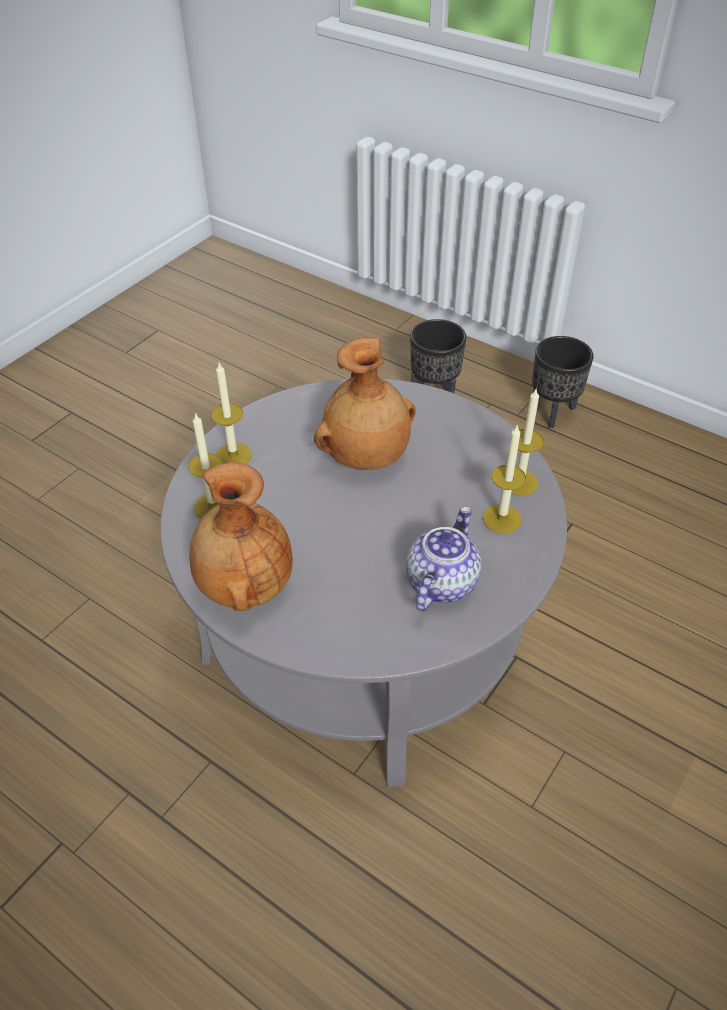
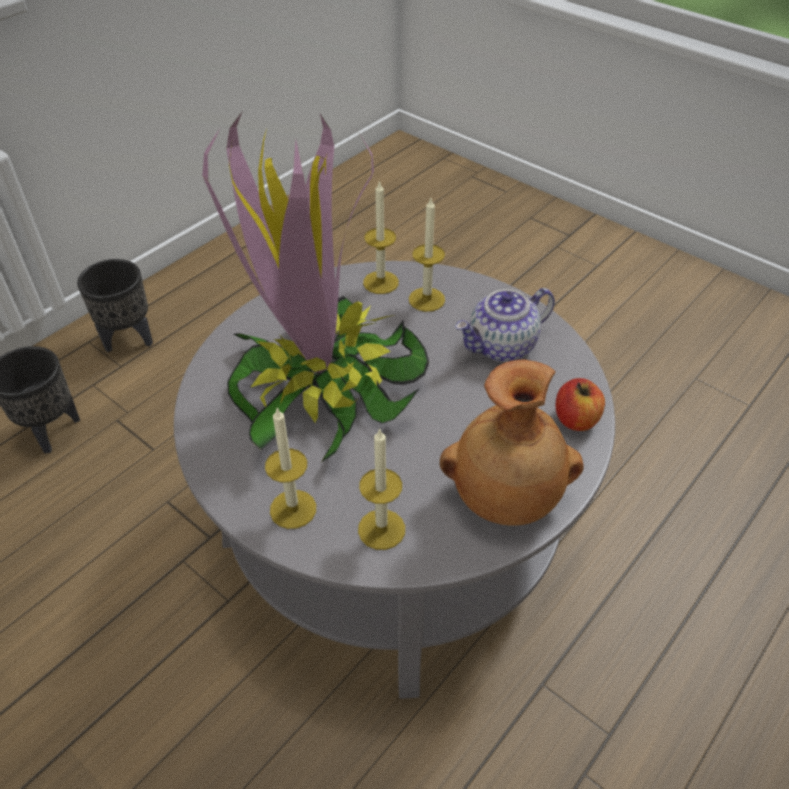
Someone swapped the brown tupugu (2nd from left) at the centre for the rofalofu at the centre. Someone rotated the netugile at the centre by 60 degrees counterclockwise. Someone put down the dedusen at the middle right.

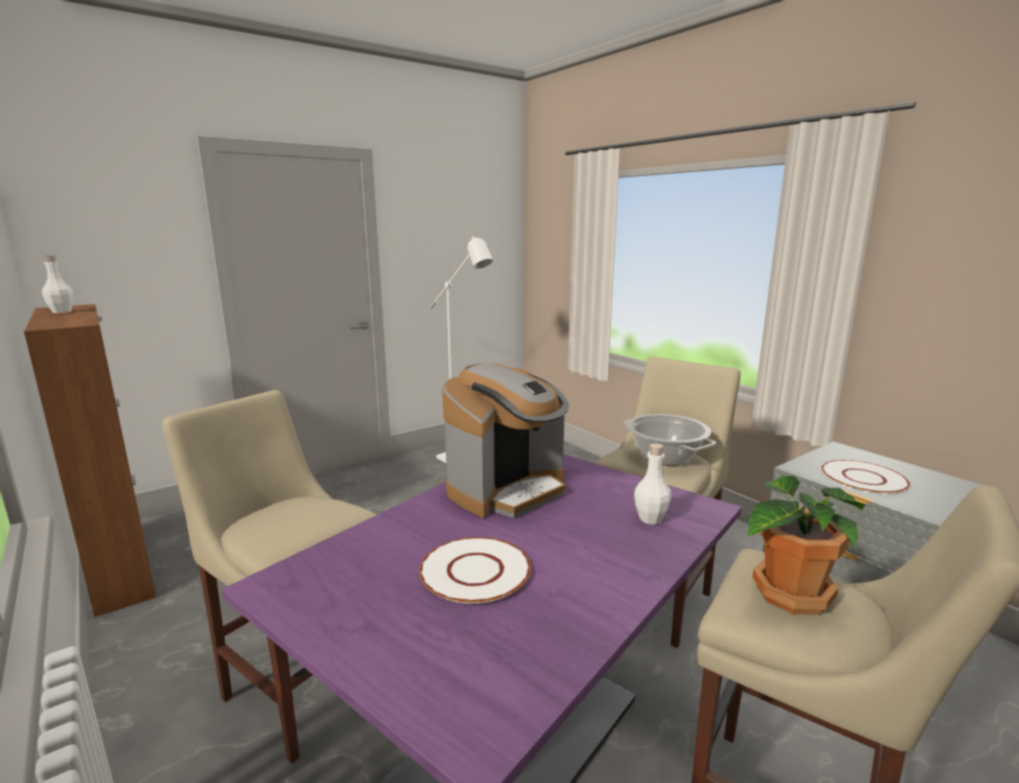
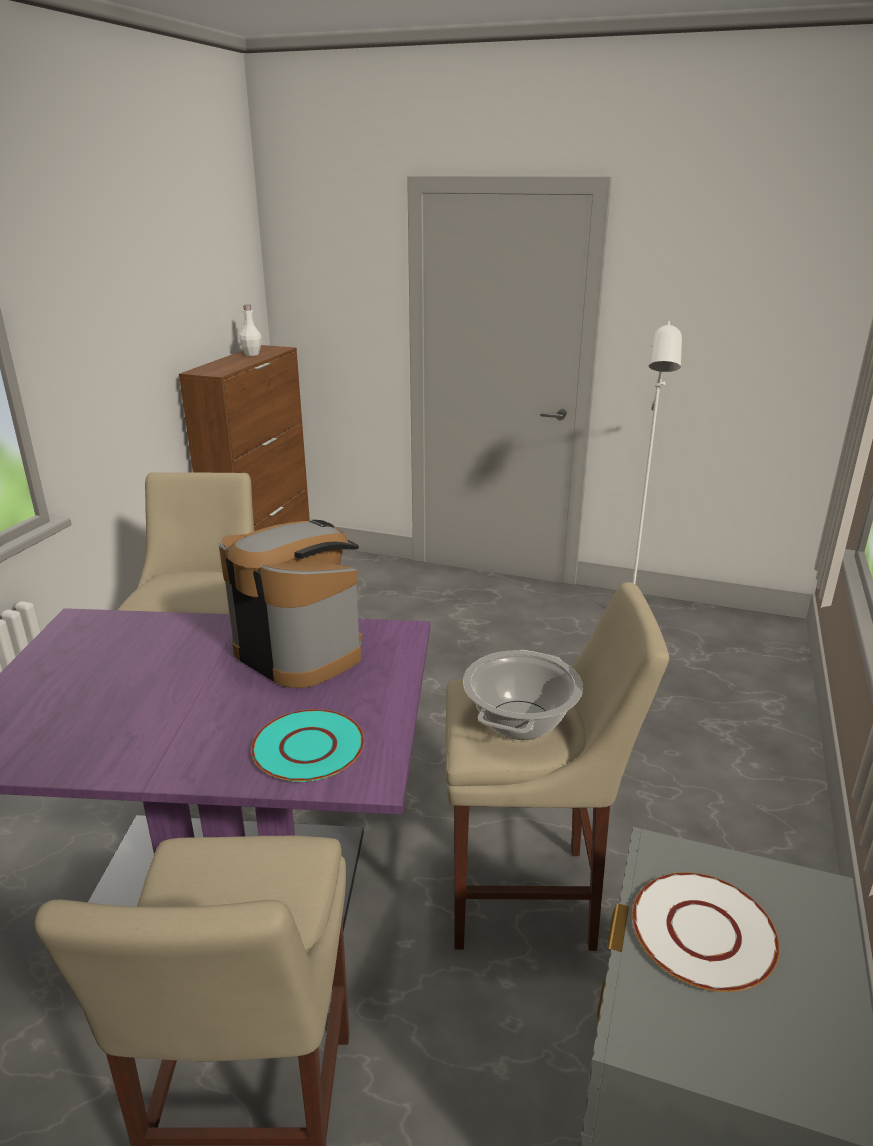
Someone rotated the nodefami at the centre by 150 degrees counterclockwise. Someone swapped the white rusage (2nd from left) at the centre for the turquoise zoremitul at the centre. Someone took away the rofalofu at the bottom right. Someone took away the white zoremitul (1st from left) at the bottom centre.

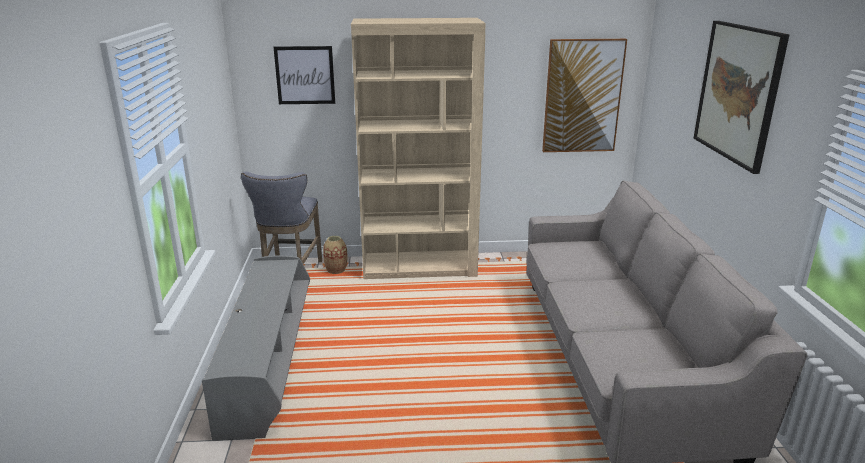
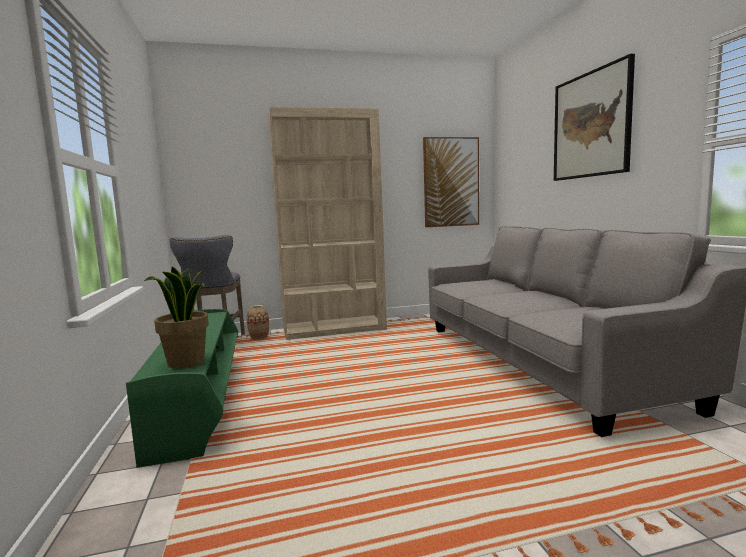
Someone took away the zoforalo (1st from left) at the top centre. Someone repainted the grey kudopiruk at the bottom left, which became the green kudopiruk at the bottom left. Someone put down the rofalofu at the middle left.

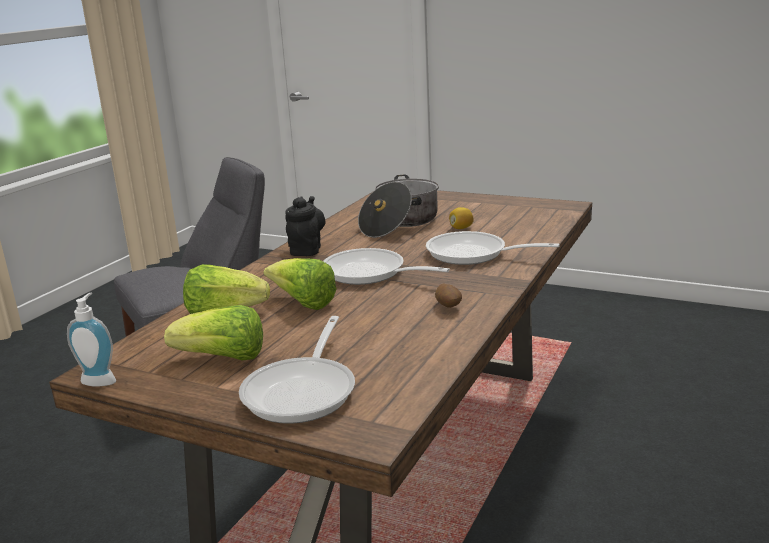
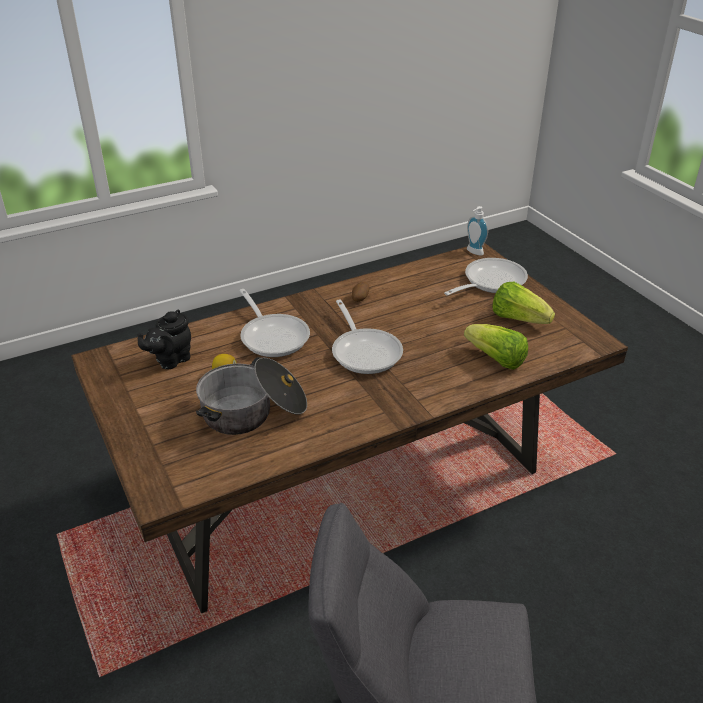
Someone carried the black netugile from the centre to the middle left. Someone took away the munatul (3rd from left) at the centre. Someone carried the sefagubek from the middle left to the top right.

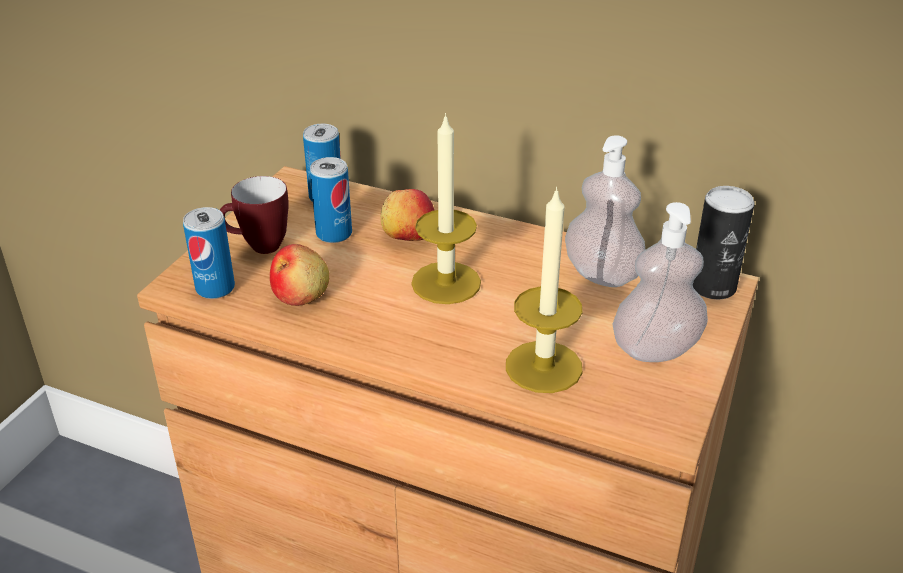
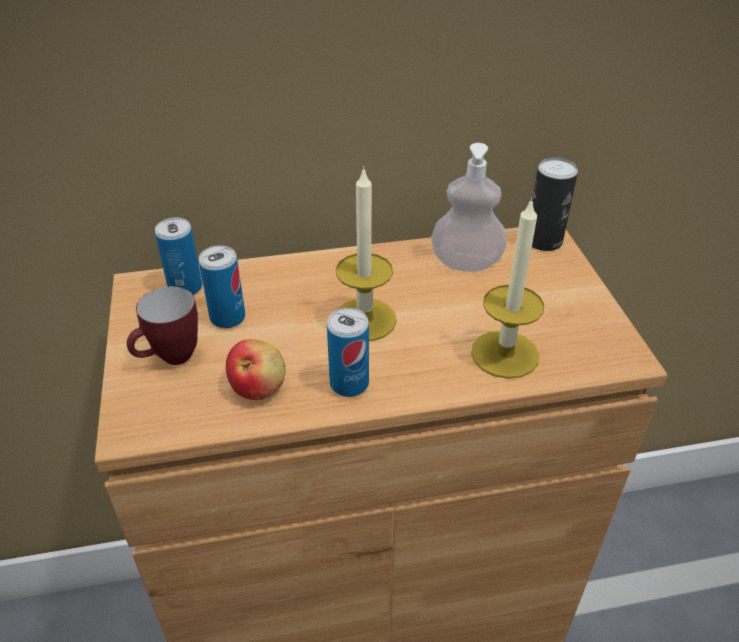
Someone took away the dedusen (2nd from left) at the centre. Someone took away the sefagubek (2nd from left) at the middle right. Someone carried the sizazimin (1st from left in the first image) from the middle left to the centre.

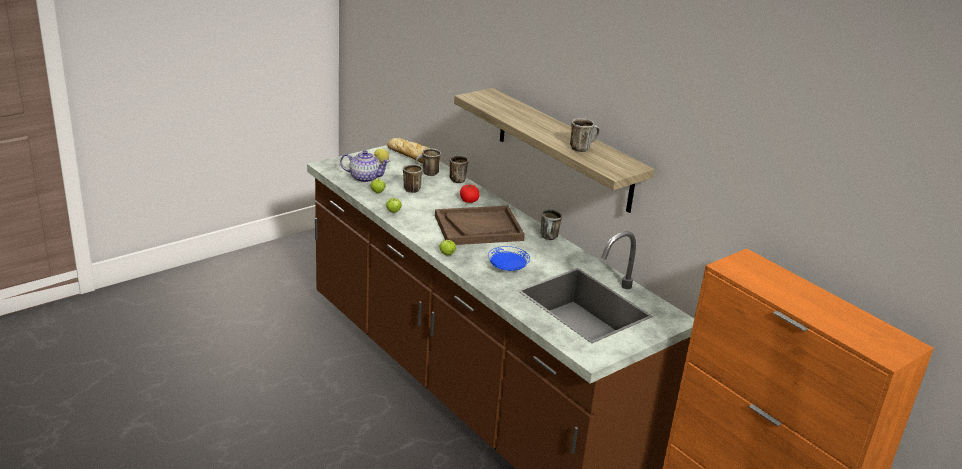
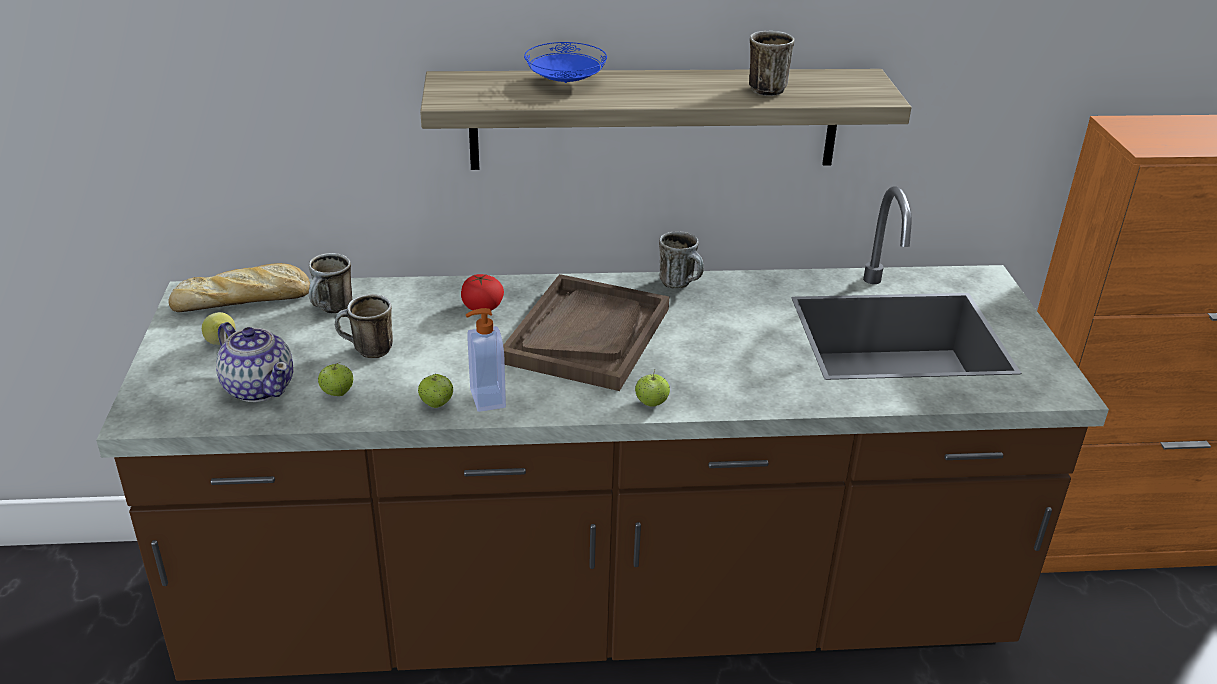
Someone rotated the netugile at the centre by 90 degrees clockwise. Someone took away the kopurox (3rd from left) at the centre. Someone carried the blue zoremitul from the centre to the top centre. Someone put down the sefagubek at the centre.

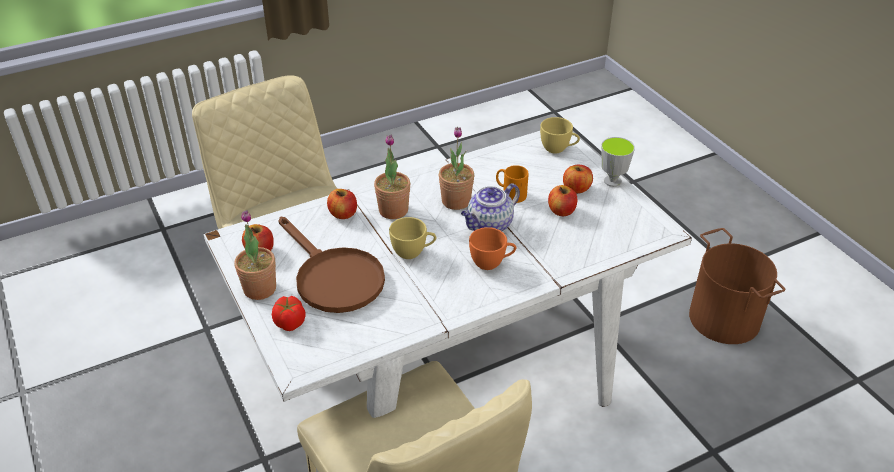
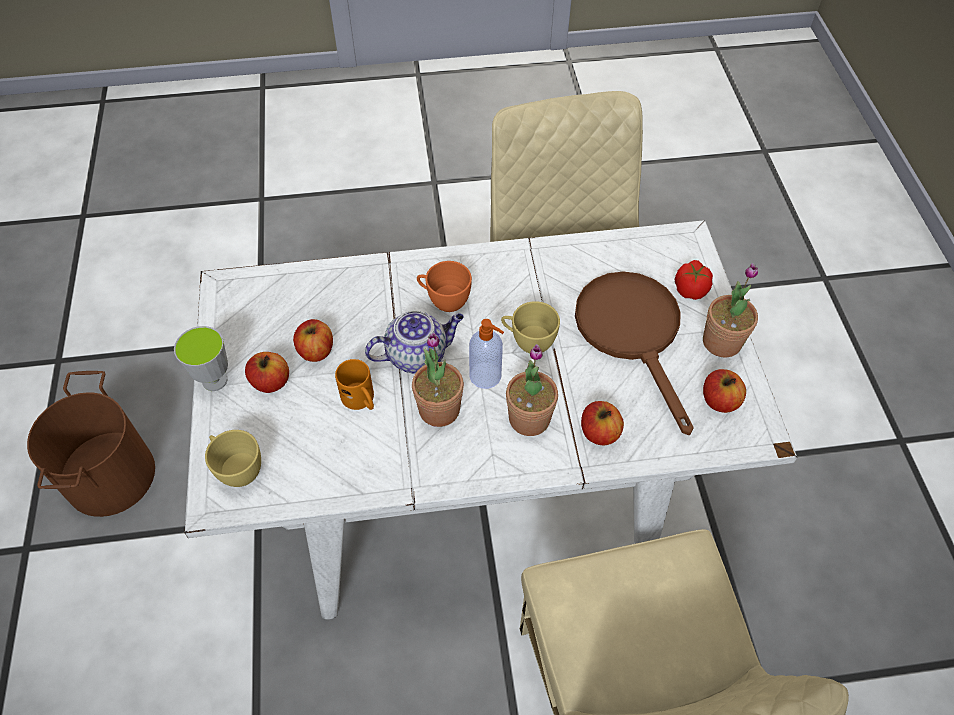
Someone put down the sefagubek at the centre.

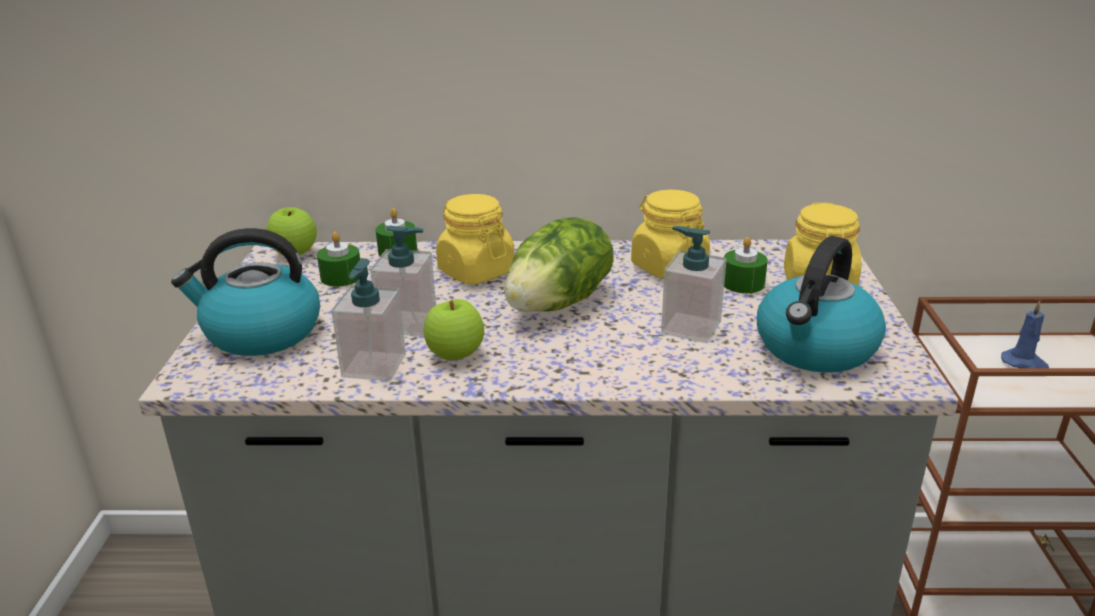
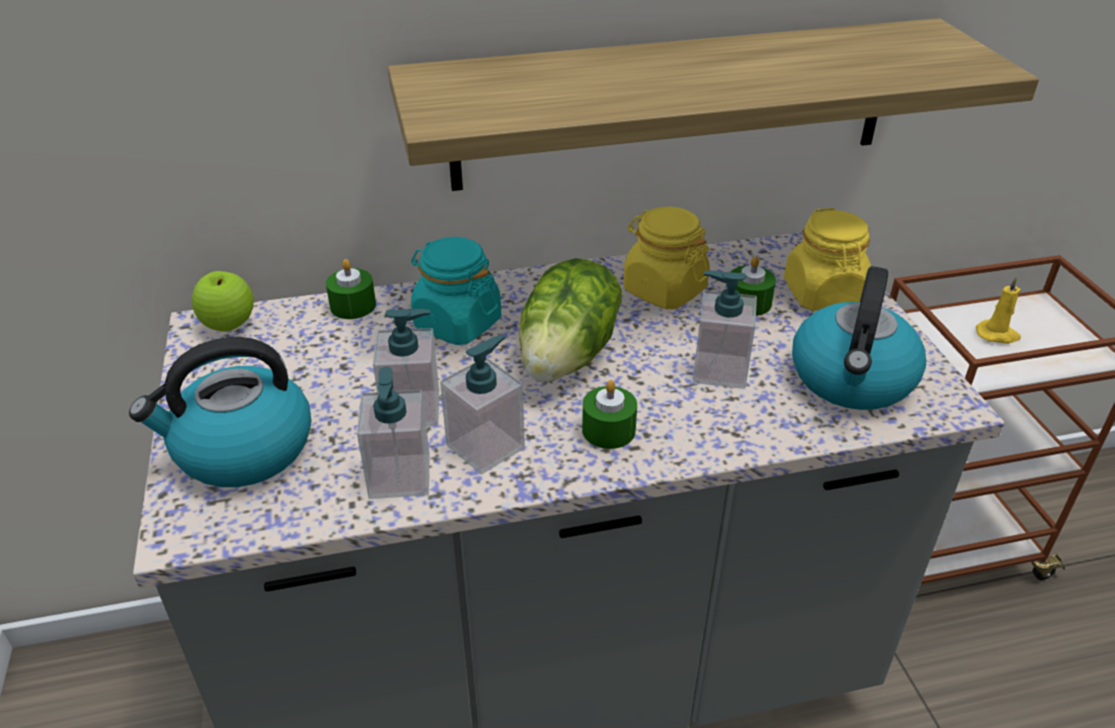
Someone repainted the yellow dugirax (1st from left) at the centre, which became the turquoise dugirax at the centre. Someone carried the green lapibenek (1st from left in the first image) from the middle left to the centre. Someone swapped the dedusen (2nd from left) at the centre for the sefagubek (3rd from left) at the centre. Someone repainted the blue lapibenek at the middle right, which became the yellow lapibenek at the middle right. Someone put up the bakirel at the top centre.

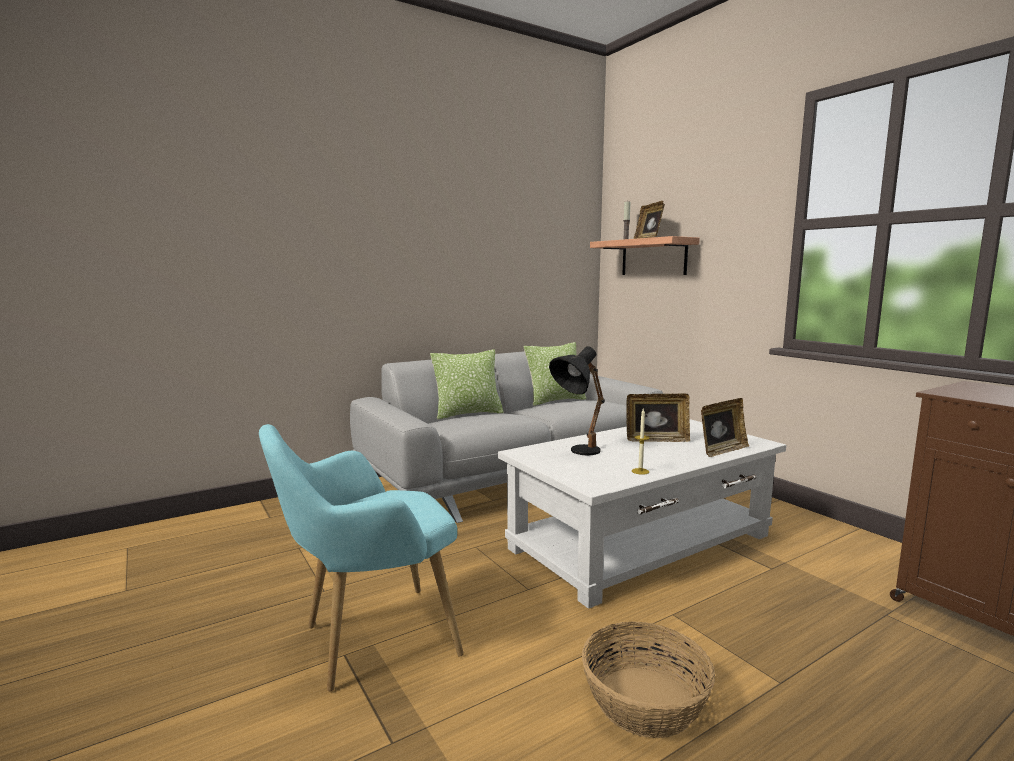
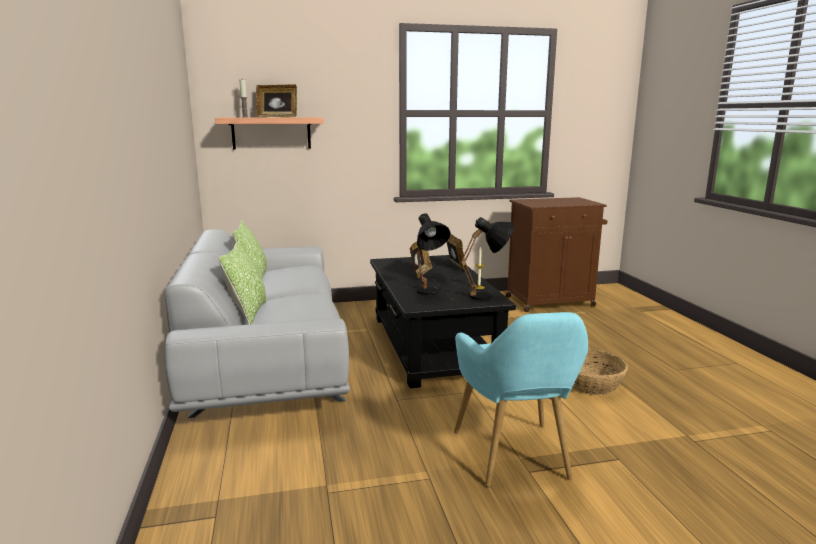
Someone repainted the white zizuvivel at the bottom centre, which became the black zizuvivel at the centre. Someone put down the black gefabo (2nd from left) at the centre.

